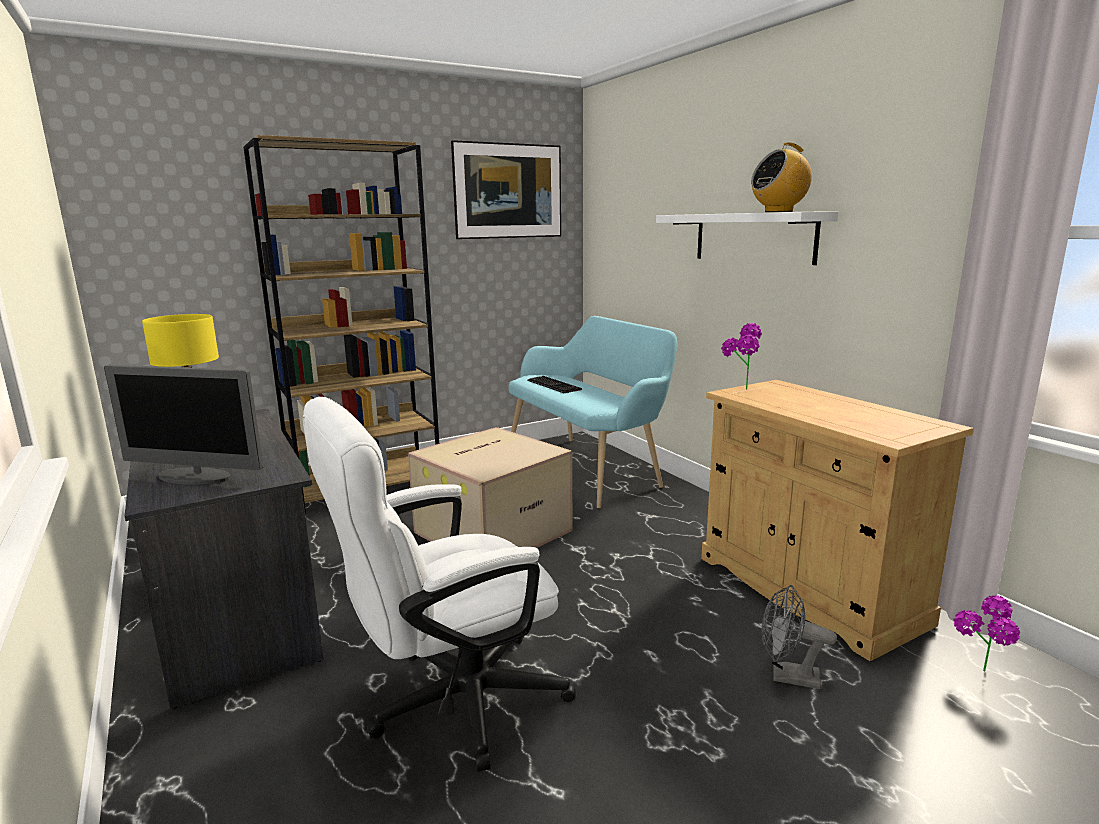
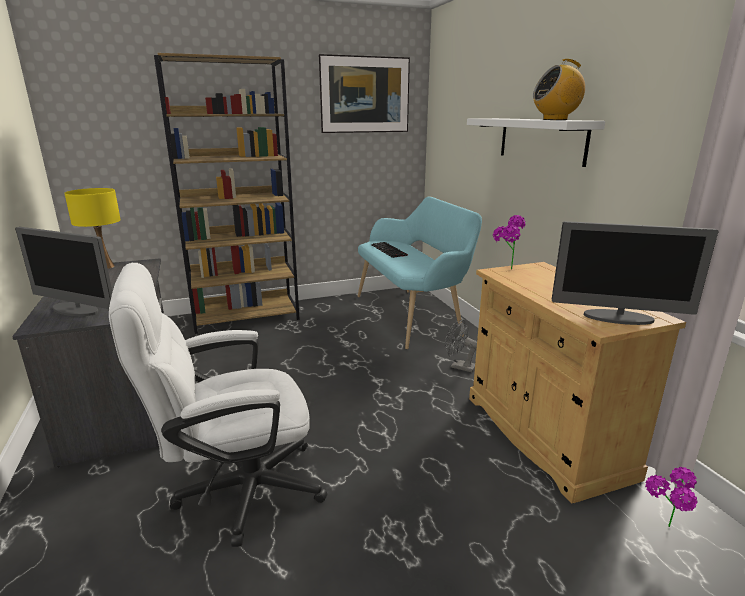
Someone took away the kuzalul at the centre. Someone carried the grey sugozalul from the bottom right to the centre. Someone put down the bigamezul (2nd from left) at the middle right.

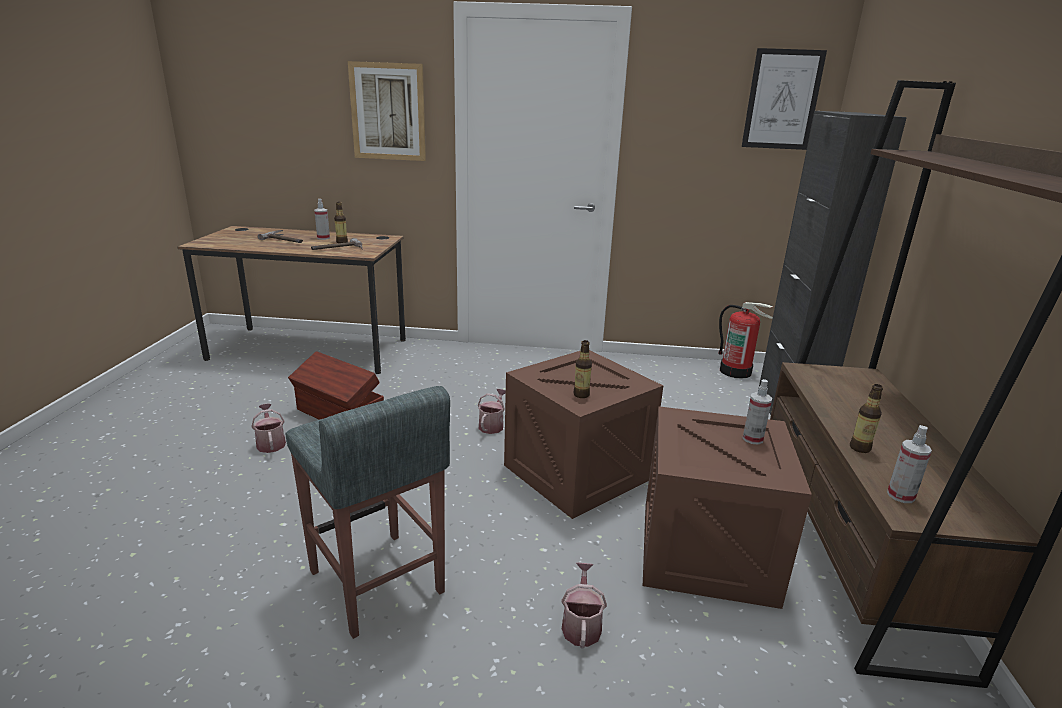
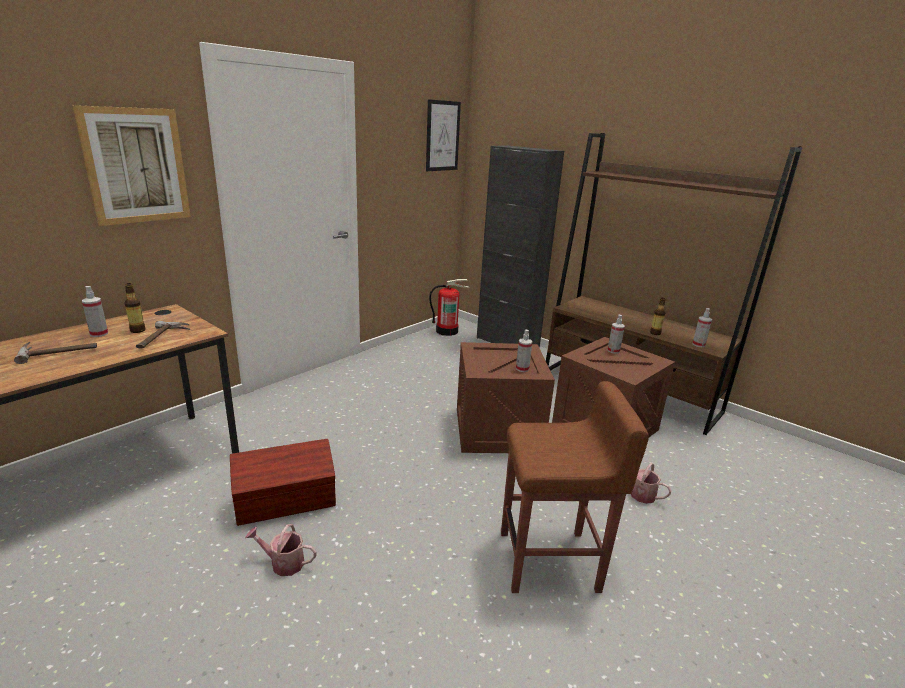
Someone swapped the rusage (2nd from left) at the centre for the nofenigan (2nd from left) at the centre. Someone repainted the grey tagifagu at the bottom centre, which became the brown tagifagu at the bottom centre. Someone took away the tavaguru (2nd from left) at the centre.

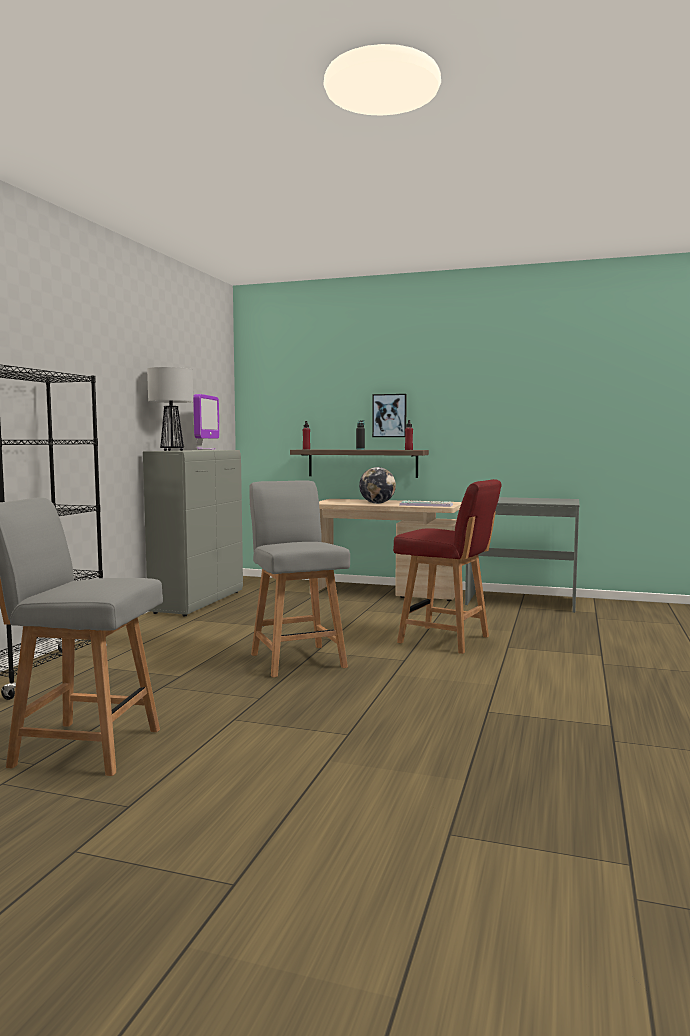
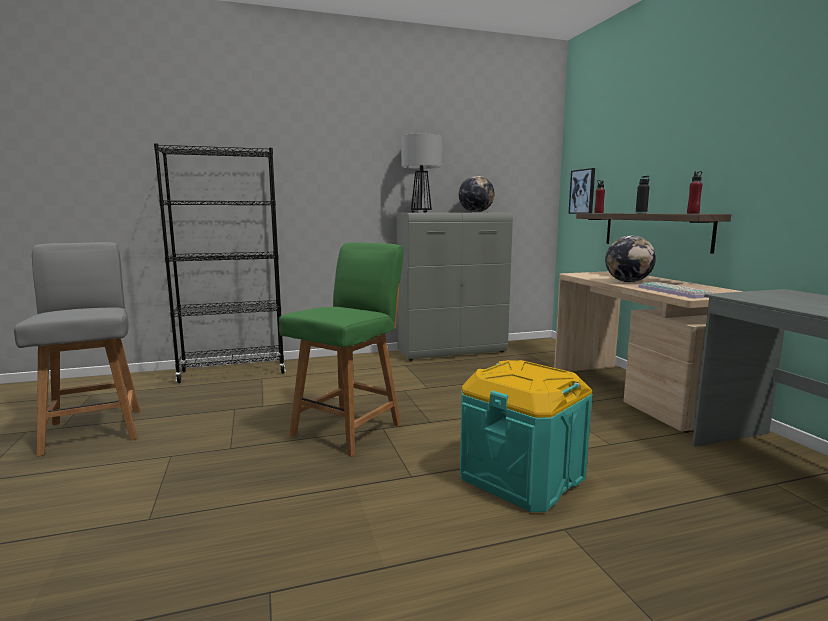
Someone swapped the bigamezul at the middle left for the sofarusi (1st from left) at the top centre. Someone carried the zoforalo from the centre to the top right. Someone swapped the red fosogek at the centre for the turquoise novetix at the bottom centre. Someone repainted the grey fosogek (2nd from left) at the centre, which became the green fosogek at the centre.

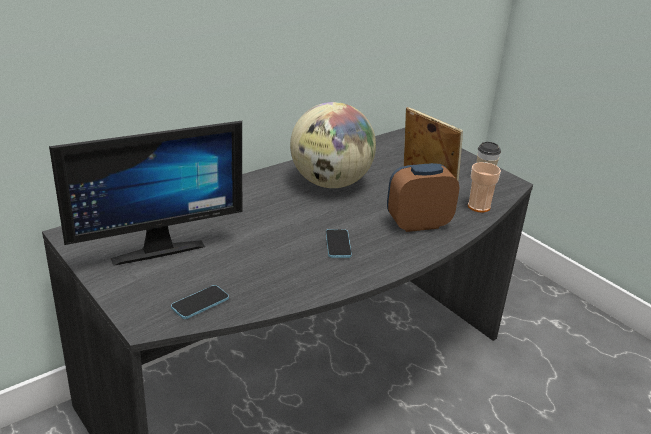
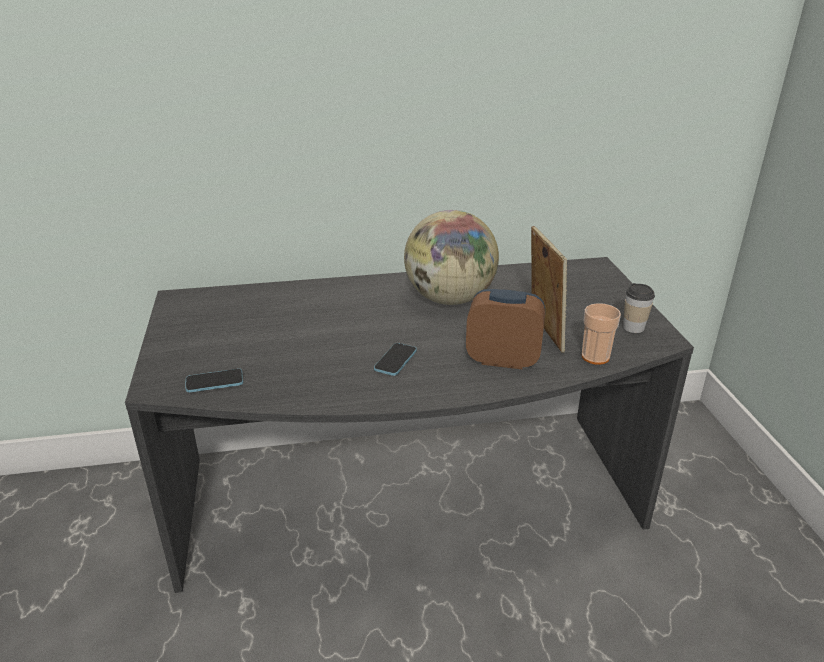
Someone took away the bigamezul at the middle left.

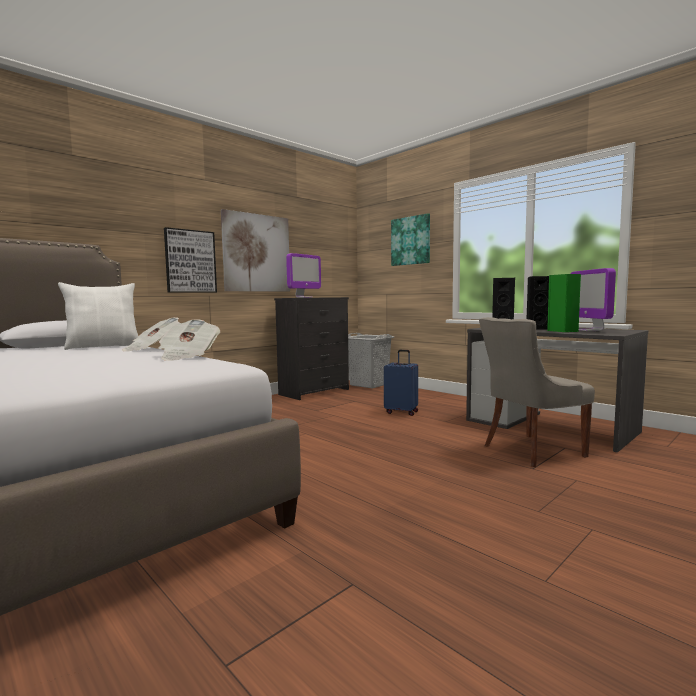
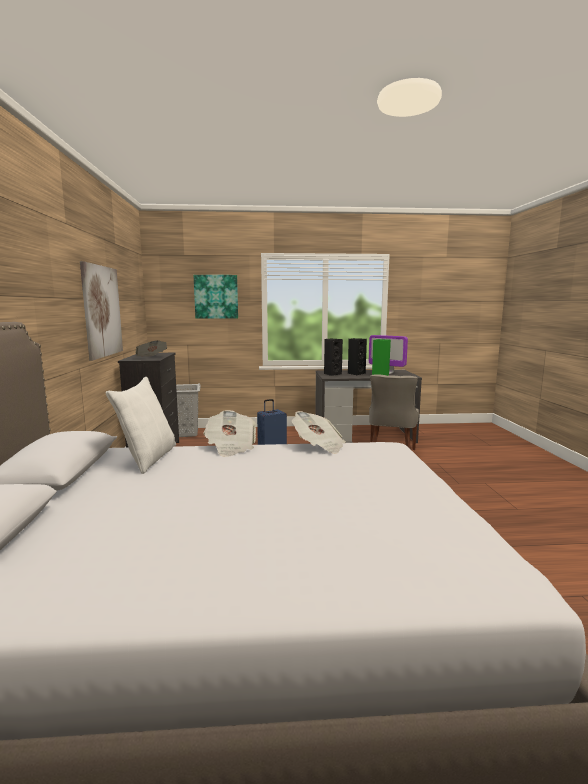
Someone took away the zoforalo (1st from left) at the middle left. Someone swapped the bigamezul (1st from left) at the centre for the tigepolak (1st from left) at the middle left.

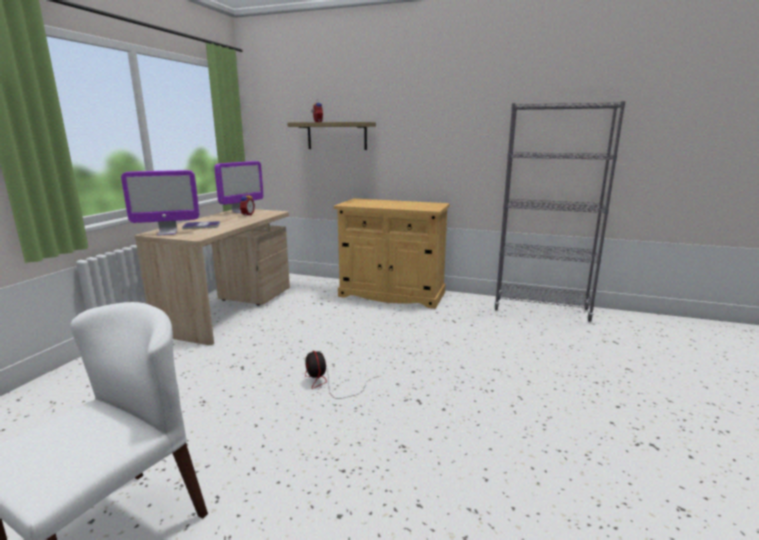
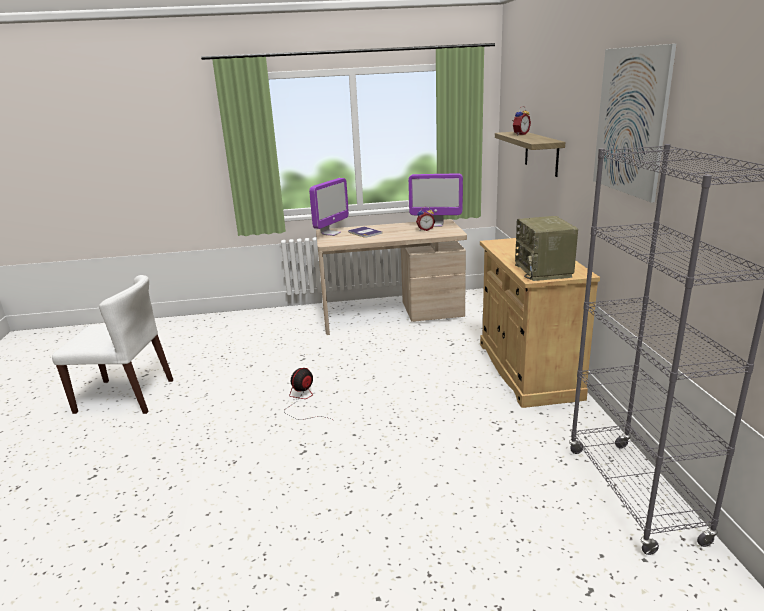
Someone rotated the bigamezul (1st from left) at the middle left by 105 degrees counterclockwise. Someone put up the zoforalo at the top right. Someone put down the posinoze at the middle right.

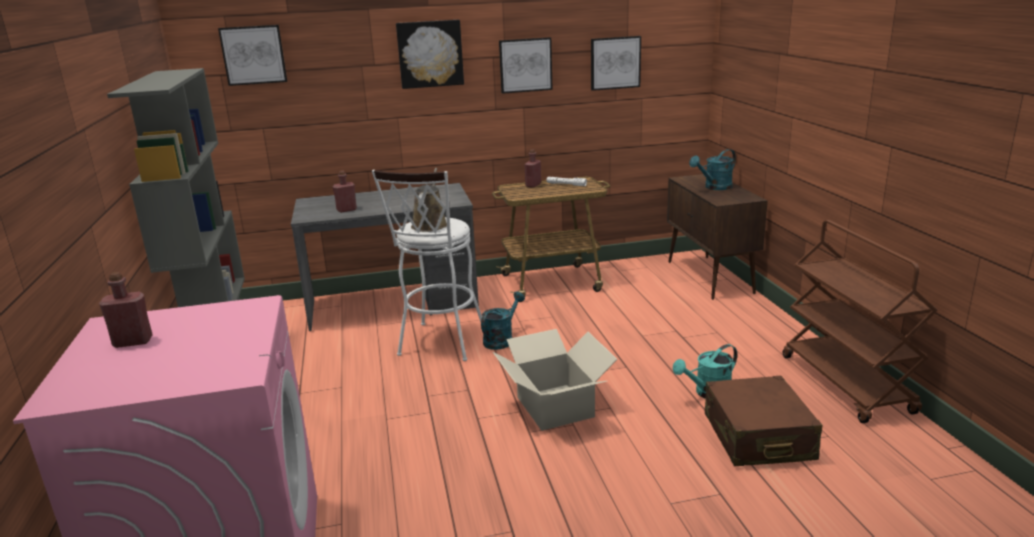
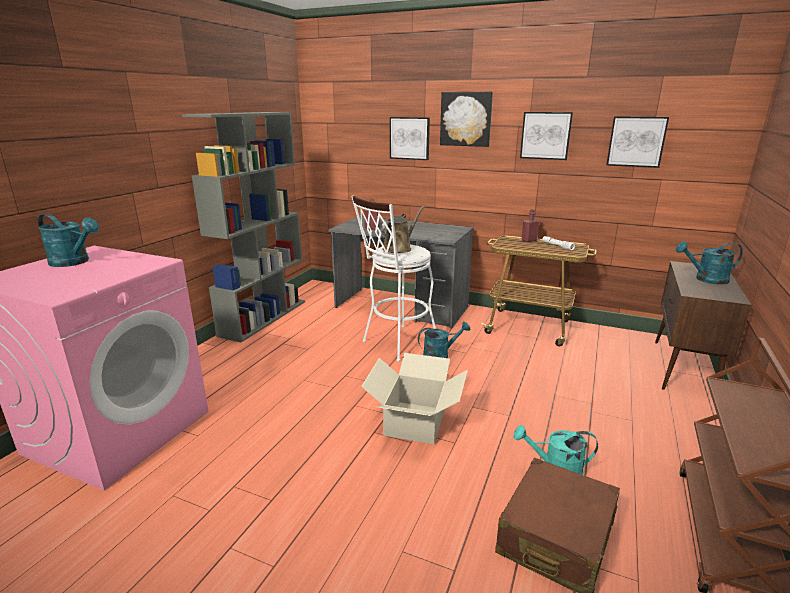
Someone carried the zoforalo (1st from left) from the top left to the top centre. Someone swapped the red rusage (1st from left) at the middle left for the turquoise tavaguru (1st from left) at the middle left.

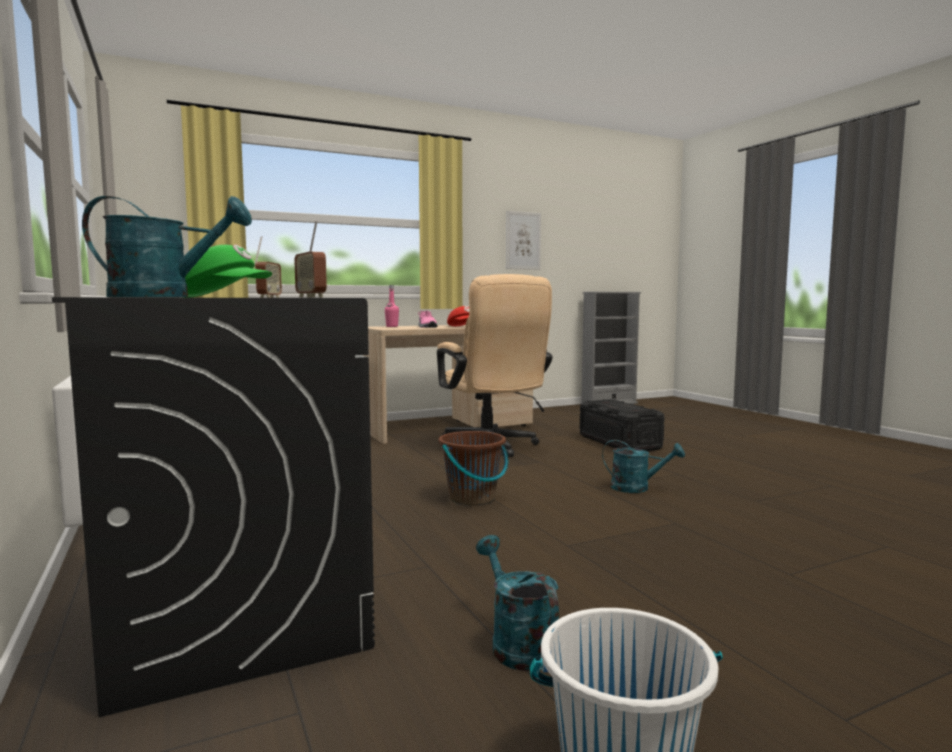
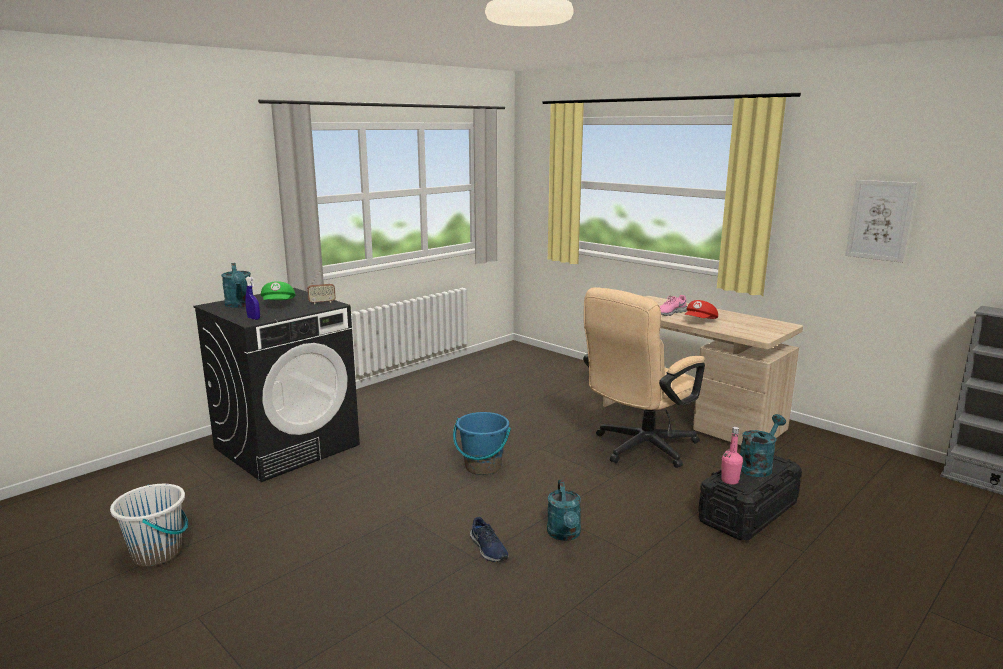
Someone swapped the posinoze (2nd from left) at the middle left for the blue nofenigan at the middle left. Someone carried the pink rusage from the centre to the bottom right. Someone repainted the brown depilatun at the centre, which became the blue depilatun at the centre. Someone carried the turquoise tavaguru (2nd from left in the first image) from the bottom centre to the middle right. Someone put down the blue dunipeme at the bottom centre.

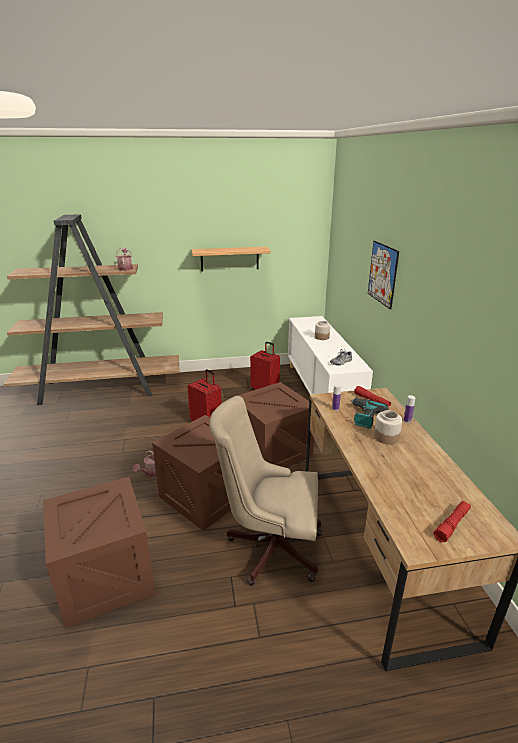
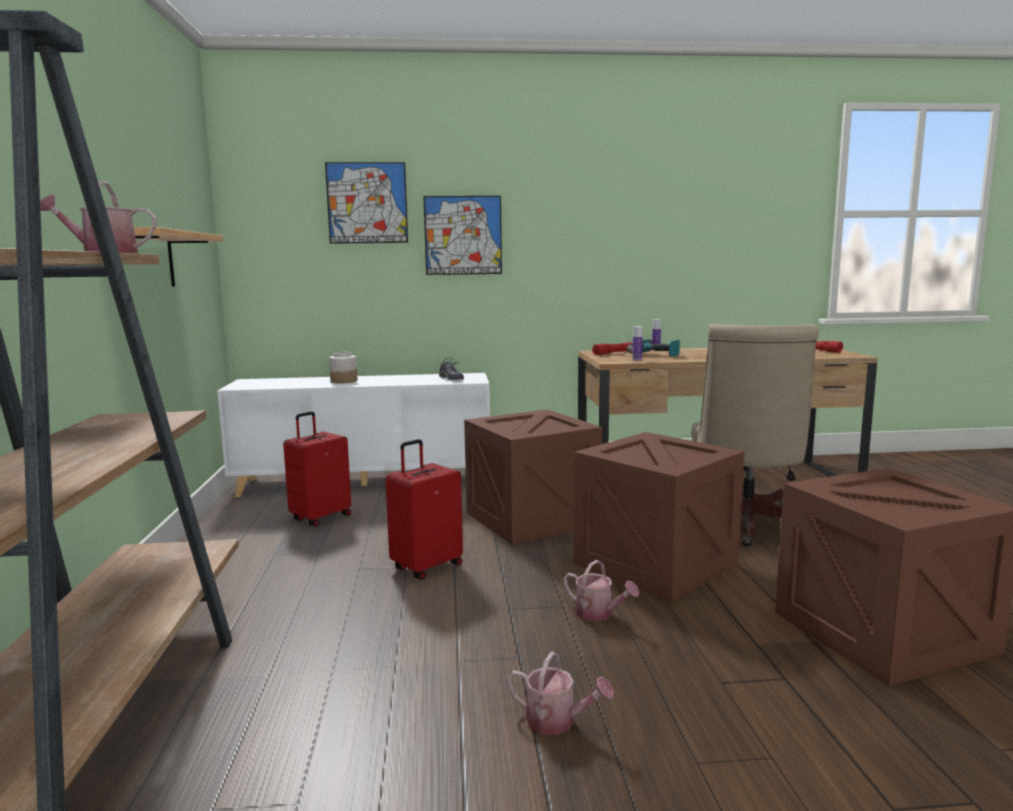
Someone took away the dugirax (2nd from left) at the middle right. Someone put up the zoforalo (1st from left) at the top centre. Someone put down the tavaguru (2nd from left) at the bottom centre.

